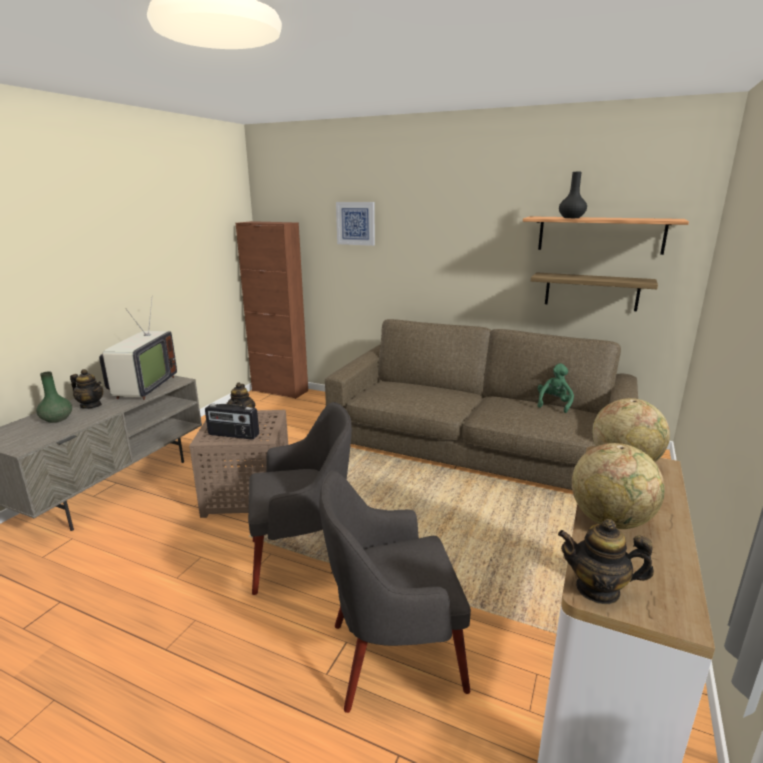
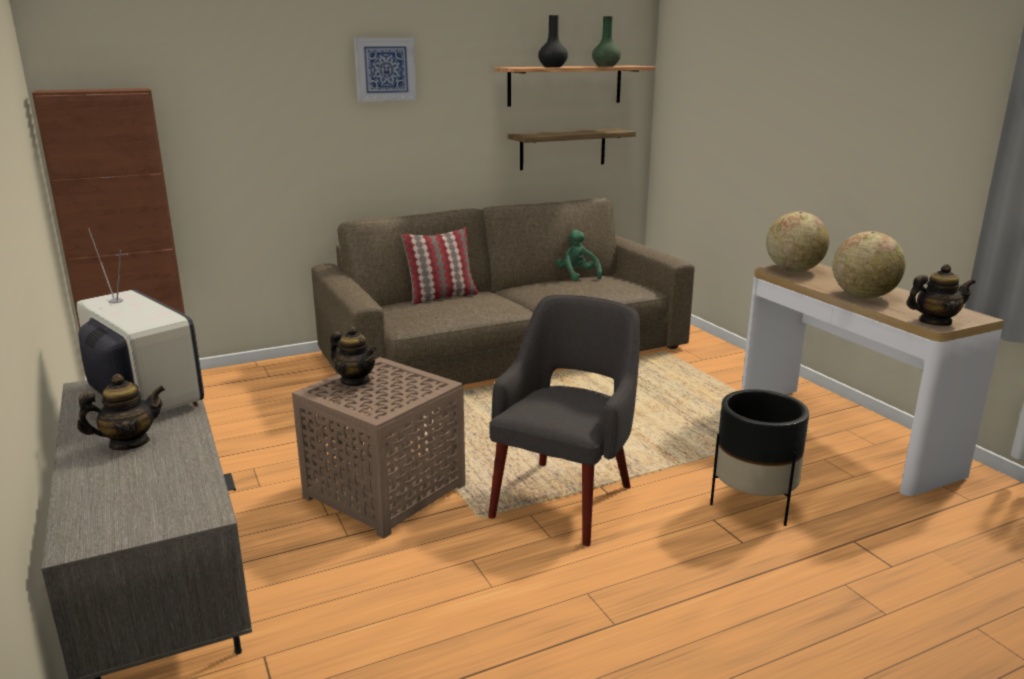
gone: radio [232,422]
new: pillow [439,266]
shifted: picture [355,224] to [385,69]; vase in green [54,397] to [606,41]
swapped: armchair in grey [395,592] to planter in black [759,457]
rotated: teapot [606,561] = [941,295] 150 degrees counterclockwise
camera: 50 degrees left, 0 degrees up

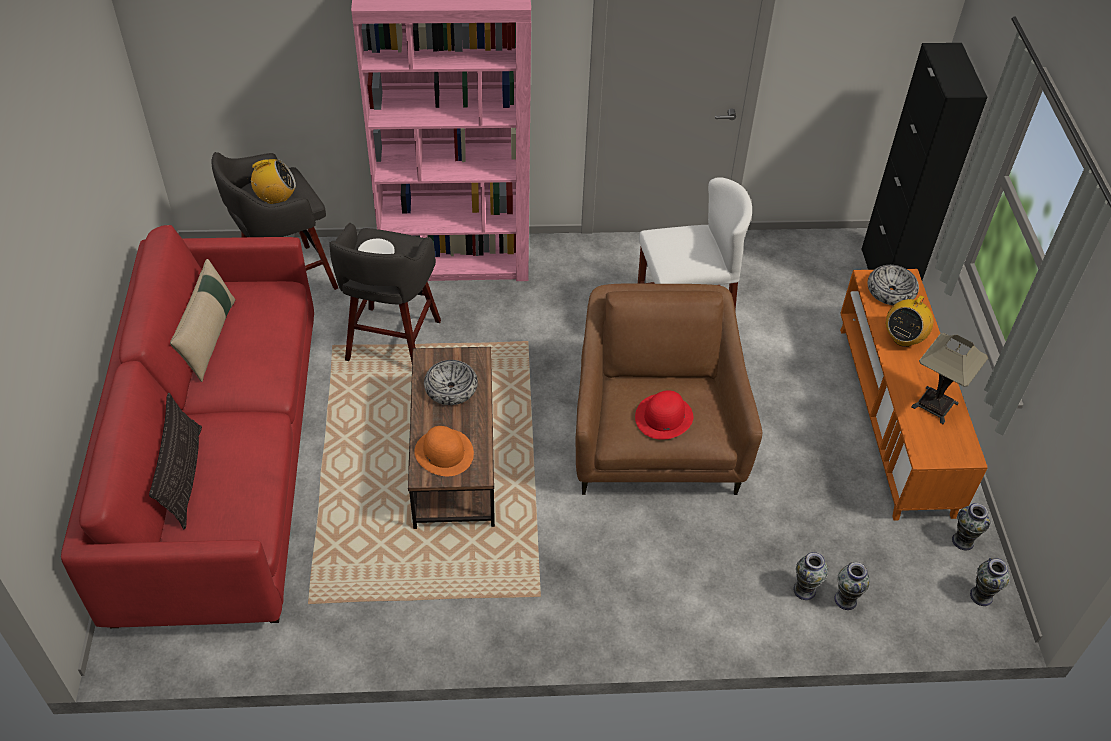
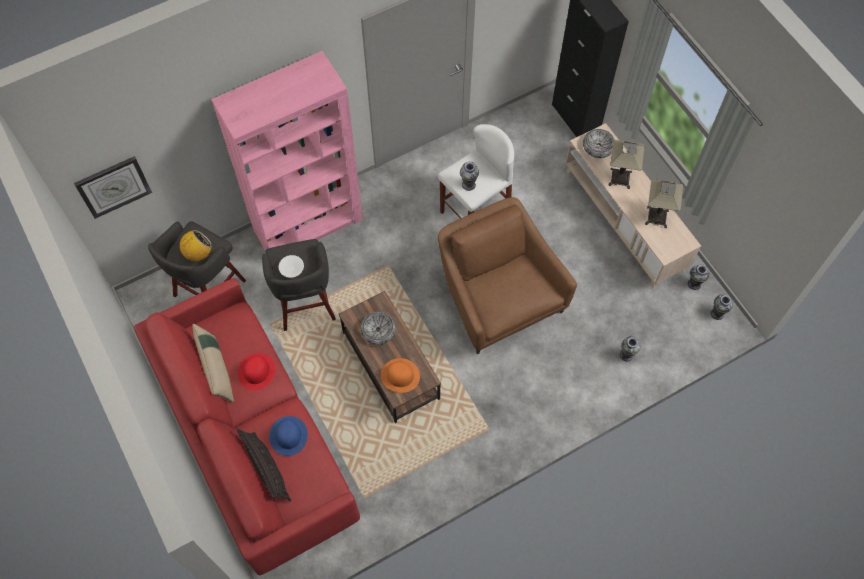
new: wall clock [113,187]; hat in blue [288,436]
shifted: hat in red [664,415] to [257,372]; vase [852,586] to [469,176]
swapped: radio [909,318] to table lamp [626,164]
repainted: tv stand in orange [914,395] to tv stand in beige [633,205]
camera: 25 degrees left, 15 degrees up

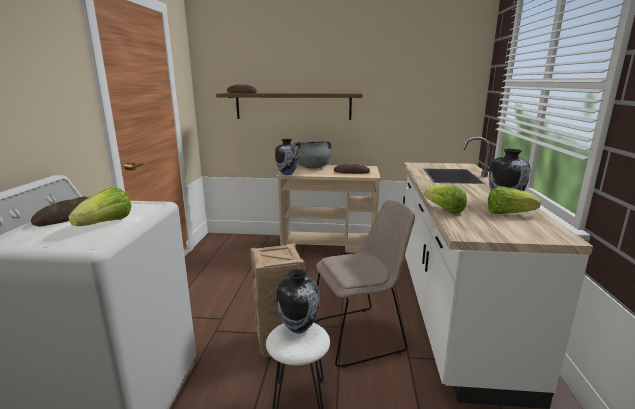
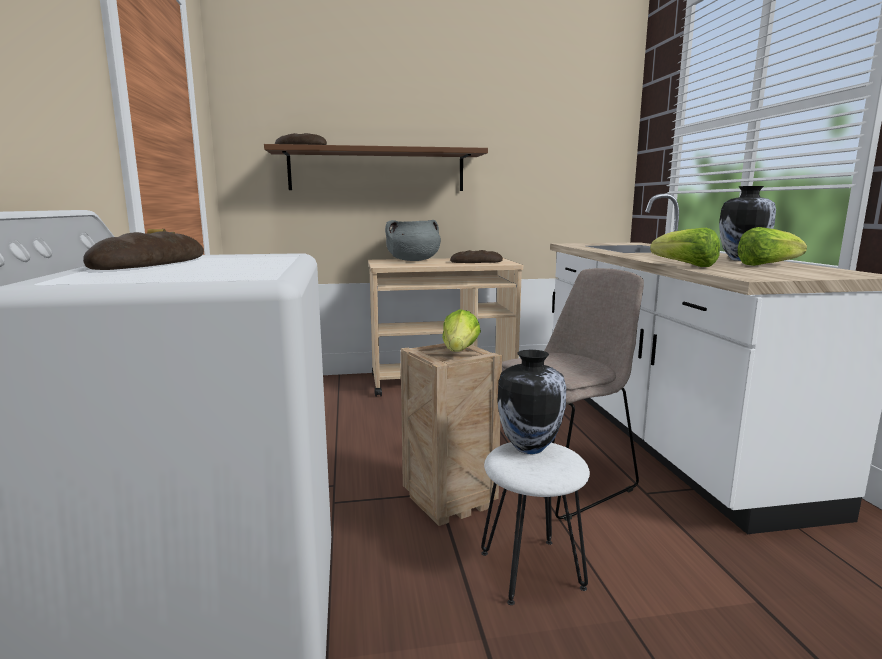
gone: vase [287,157]
shifted: lettuce [99,206] to [461,330]
camera: 15 degrees left, 5 degrees down

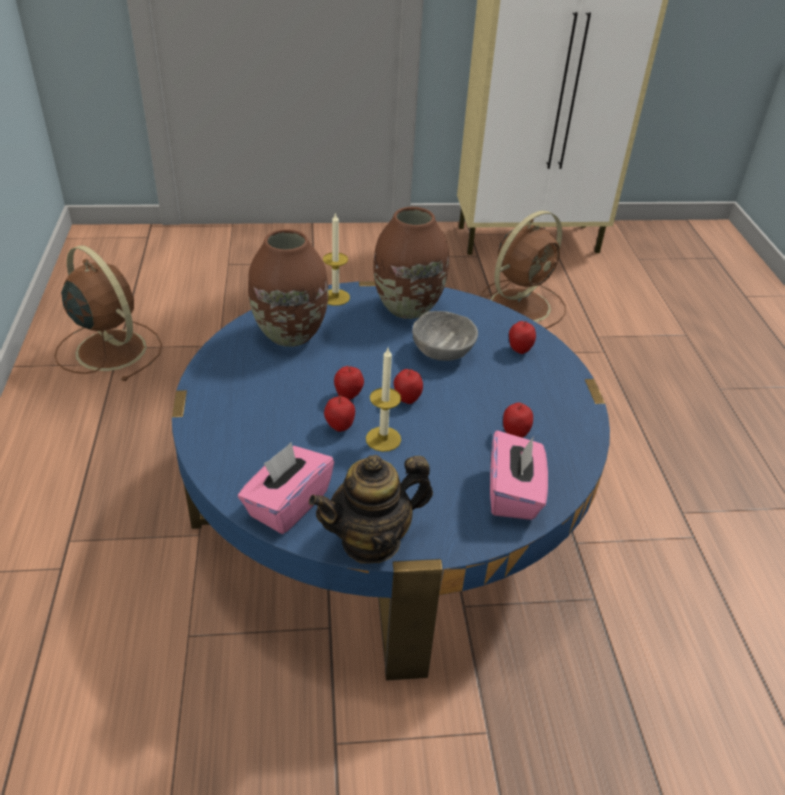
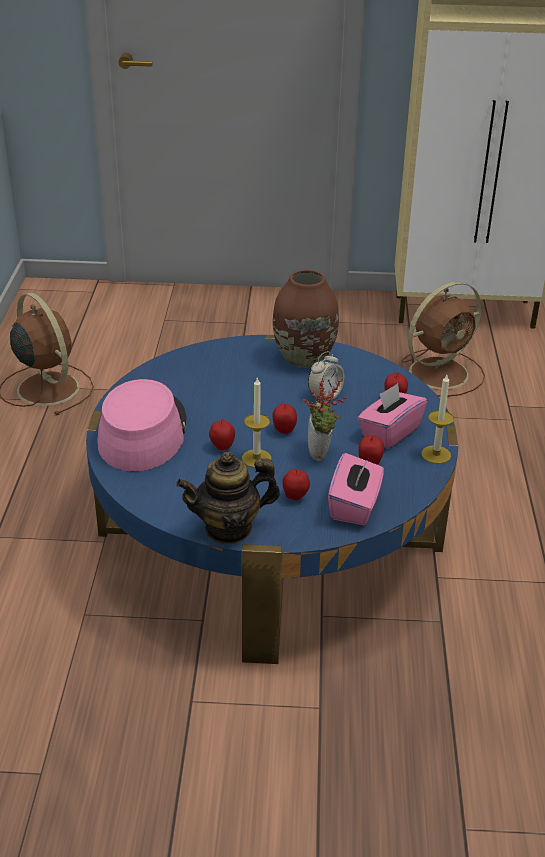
gone: vase in brown [288,288]
new: hat in pink [142,425]; potted plant [325,420]
shifted: apple [349,383] to [296,485]; tissue box in pink [286,488] to [392,416]; candle [336,259] to [437,419]
swapped: bowl in grey [445,336] to alarm clock [326,375]
camera: 10 degrees right, 5 degrees down

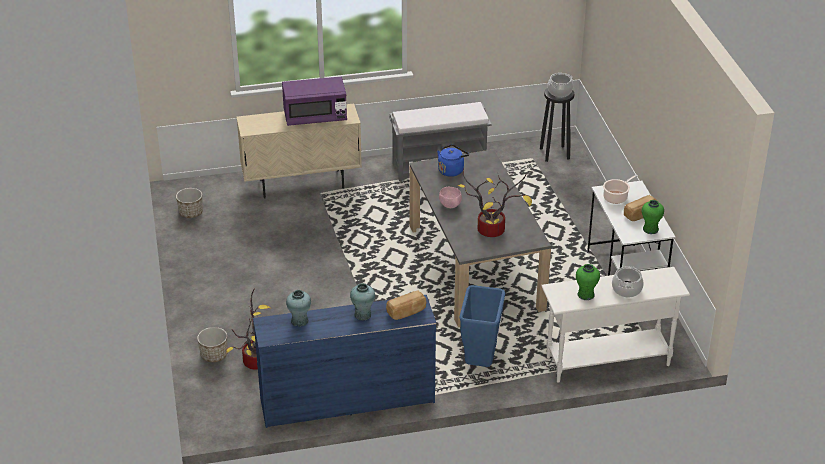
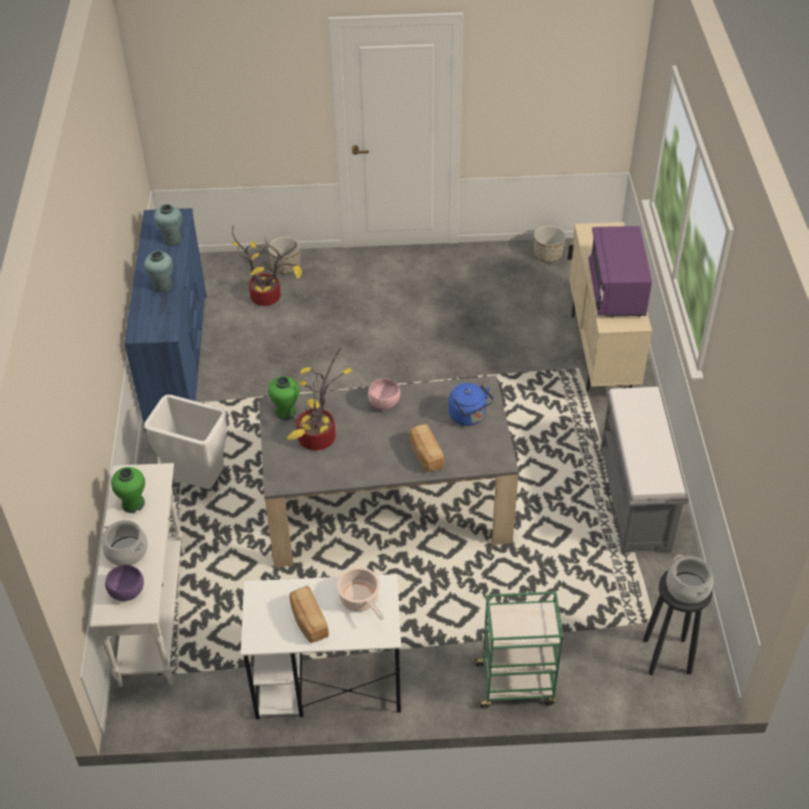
new: bowl in purple [124,583]; cart in green [517,650]
shifted: vase in green [653,217] to [283,398]; bread [406,305] to [426,447]
repainted: trash can in blue [482,326] to trash can in white [185,442]
camera: 100 degrees right, 10 degrees up

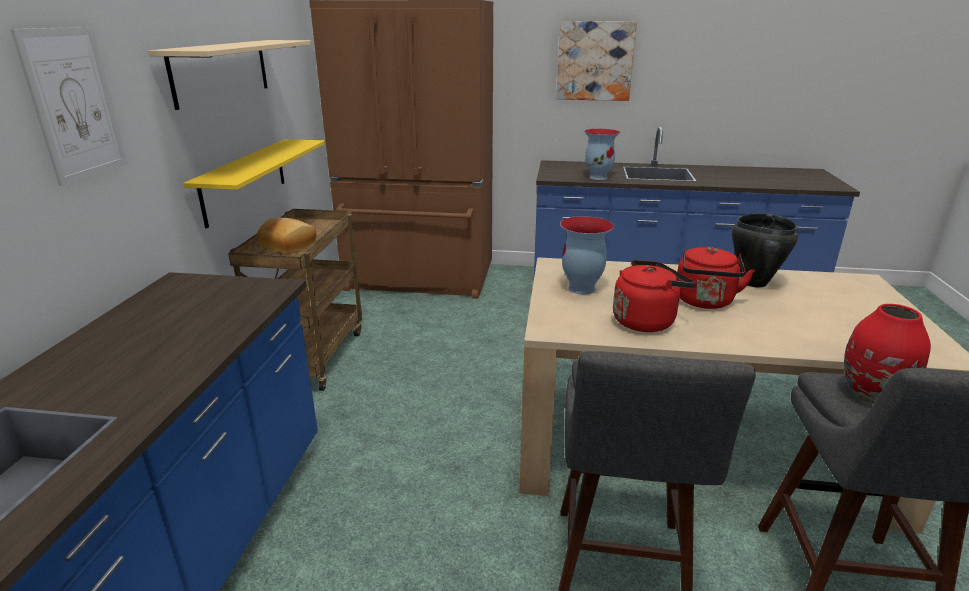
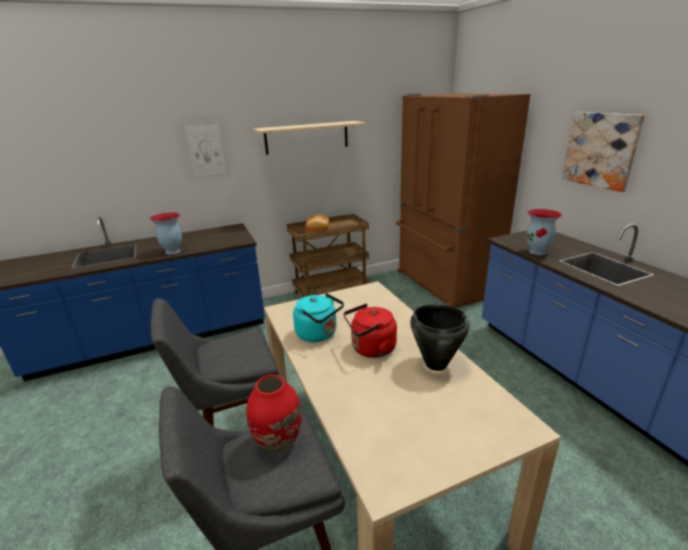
gone: shelf in yellow [254,183]
shifted: vase [587,255] to [165,233]
repainted: kettle in red [654,296] to kettle in turquoise [318,317]
camera: 60 degrees right, 0 degrees up

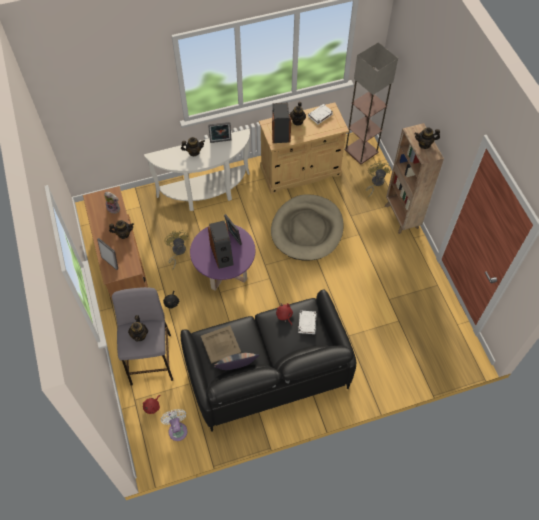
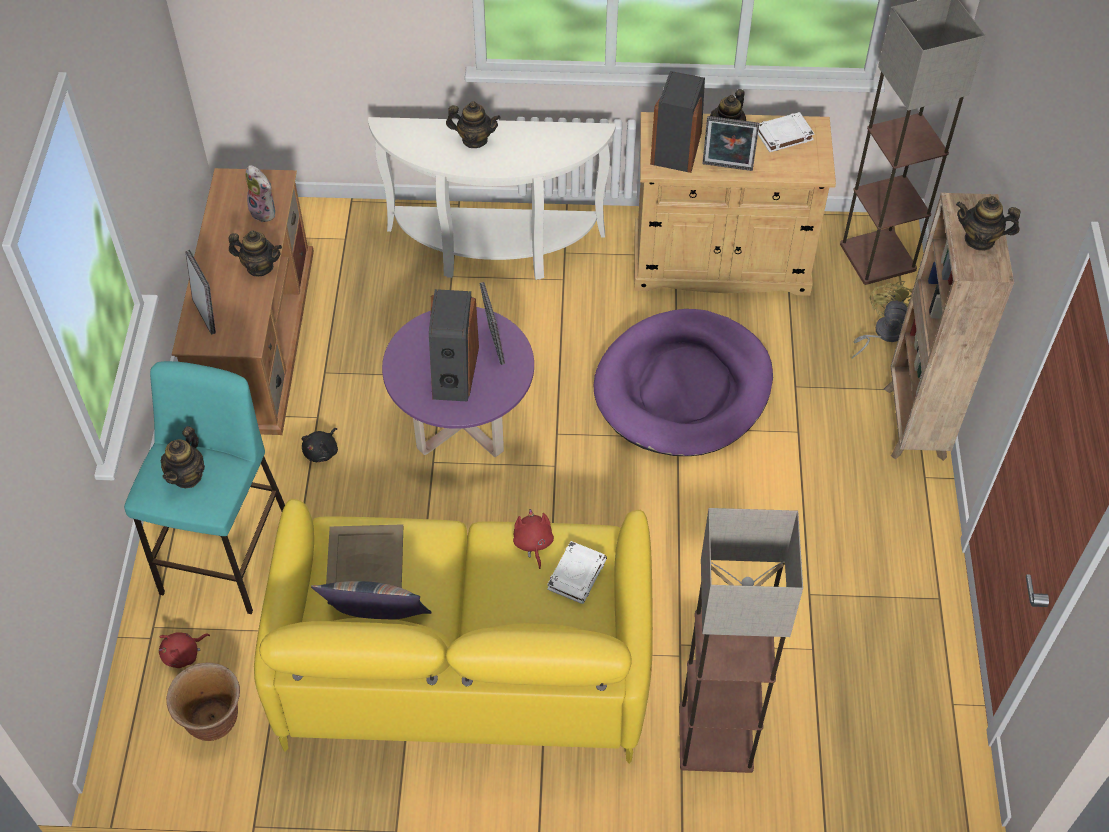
gone: fan in yellow [176,250]
new: floor lamp [741,640]
shifted: picture frame [219,132] to [730,143]
swapped: fan in white [174,425] to planter in brown [203,702]
repainted: stool in grey [142,336] to stool in turquoise [204,487]; sofa in black [268,360] to sofa in yellow [453,631]; dog bed in beige [307,227] to dog bed in purple [683,382]
camera: 20 degrees right, 5 degrees down

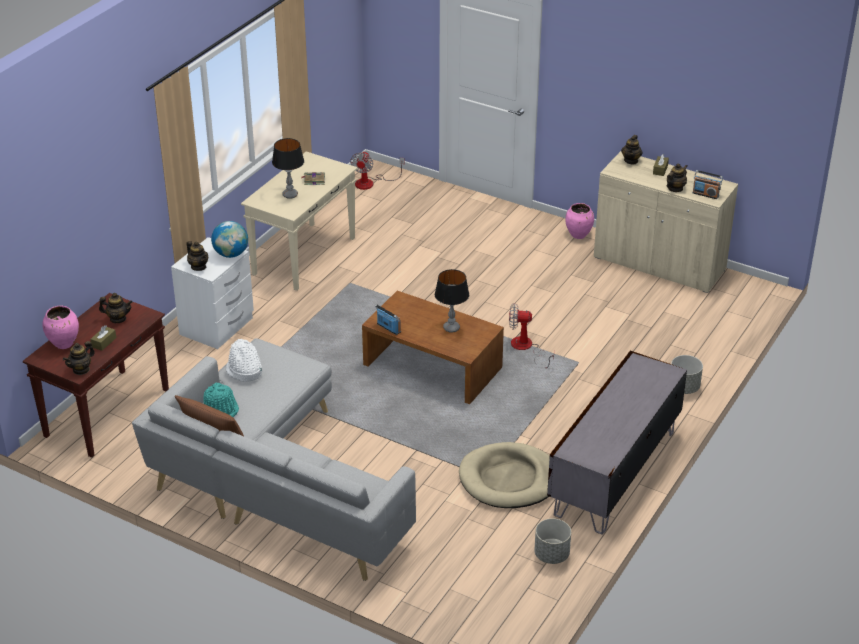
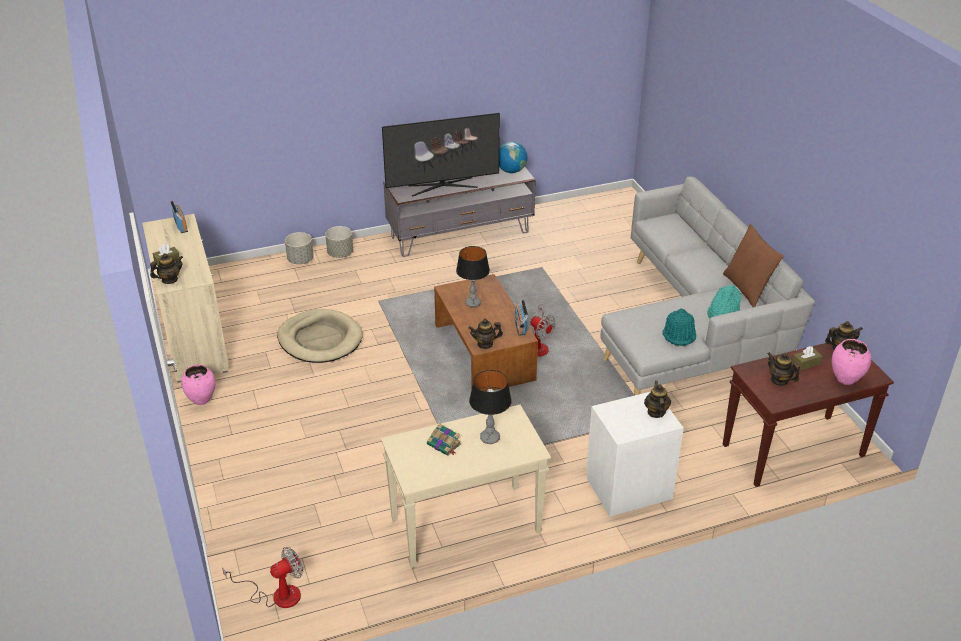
new: television [441,154]
shifted: dog bed in beige [504,475] to [320,336]; planter in grey [552,541] to [299,248]; teapot [677,177] to [485,334]; globe [229,239] to [513,157]; fan [531,335] to [543,330]
repainted: hat in white [244,360] to hat in turquoise [679,327]
camera: 140 degrees left, 0 degrees up

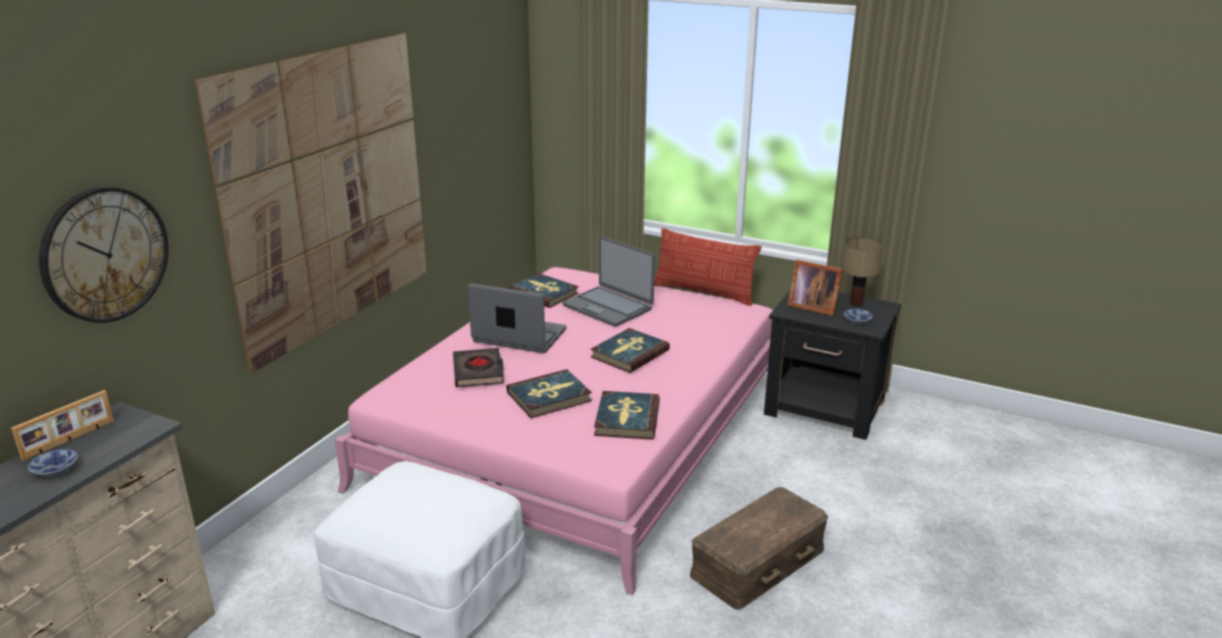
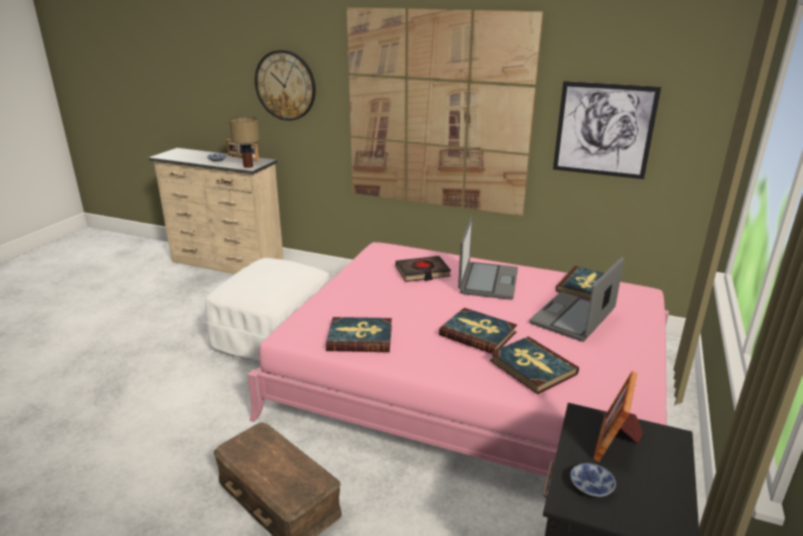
gone: pillow [708,267]
new: picture [607,130]
shifted: table lamp [863,271] to [244,142]; book [549,393] to [534,365]
camera: 85 degrees right, 0 degrees up

